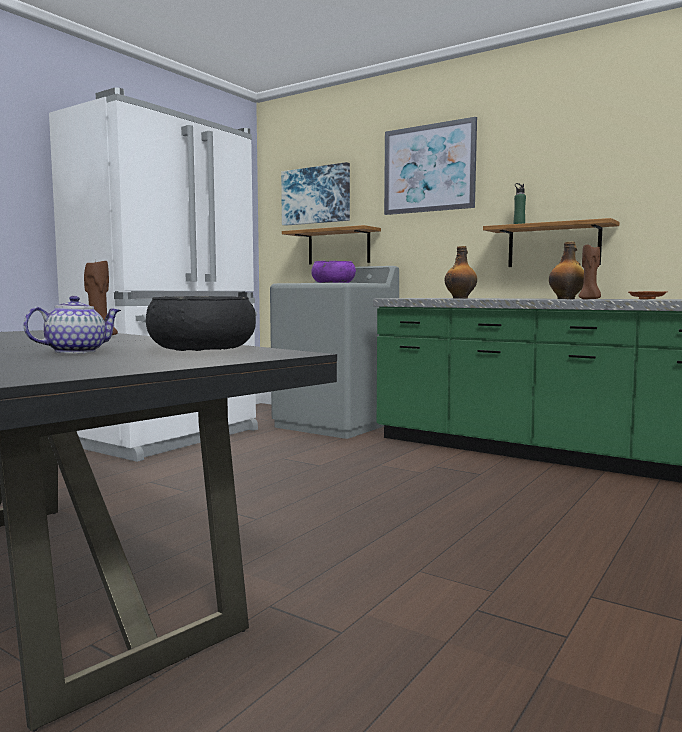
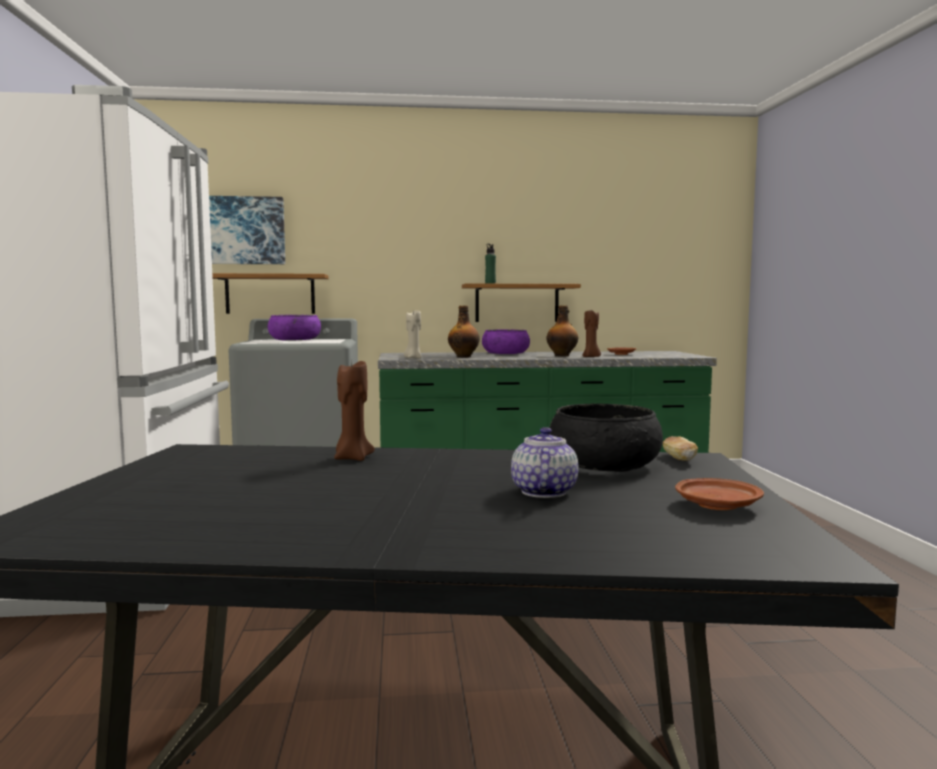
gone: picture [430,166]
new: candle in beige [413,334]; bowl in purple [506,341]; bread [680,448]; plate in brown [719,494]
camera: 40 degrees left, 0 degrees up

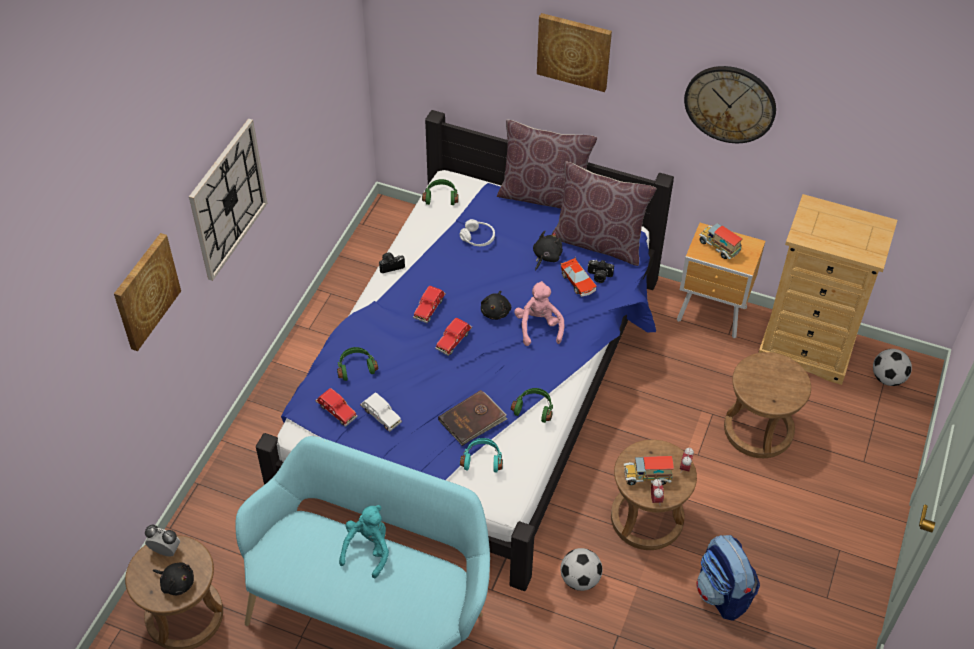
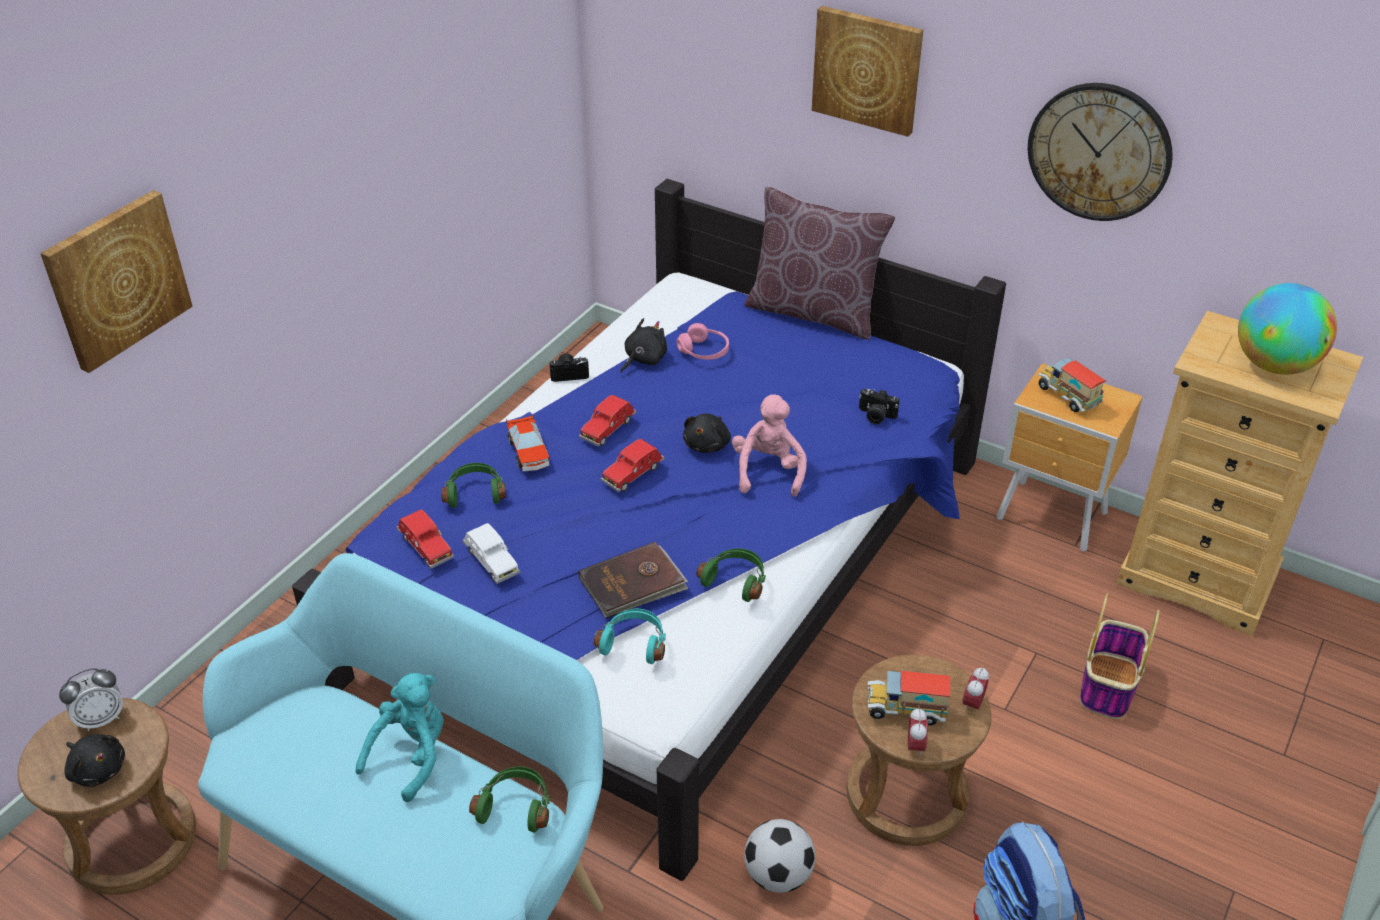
gone: wall clock [228,199]; pillow in brown [604,214]; football [892,367]
new: globe [1287,329]
shifted: headphones in green [440,192] to [509,799]; toy car [578,277] to [528,442]; plush toy in black [548,251] to [643,345]
swapped: stool in brown [767,405] to basket [1120,656]
repainted: headphones in white [477,232] to headphones in pink [703,341]
rotated: alarm clock [162,541] = [91,699] 120 degrees clockwise
camera: 10 degrees right, 10 degrees down

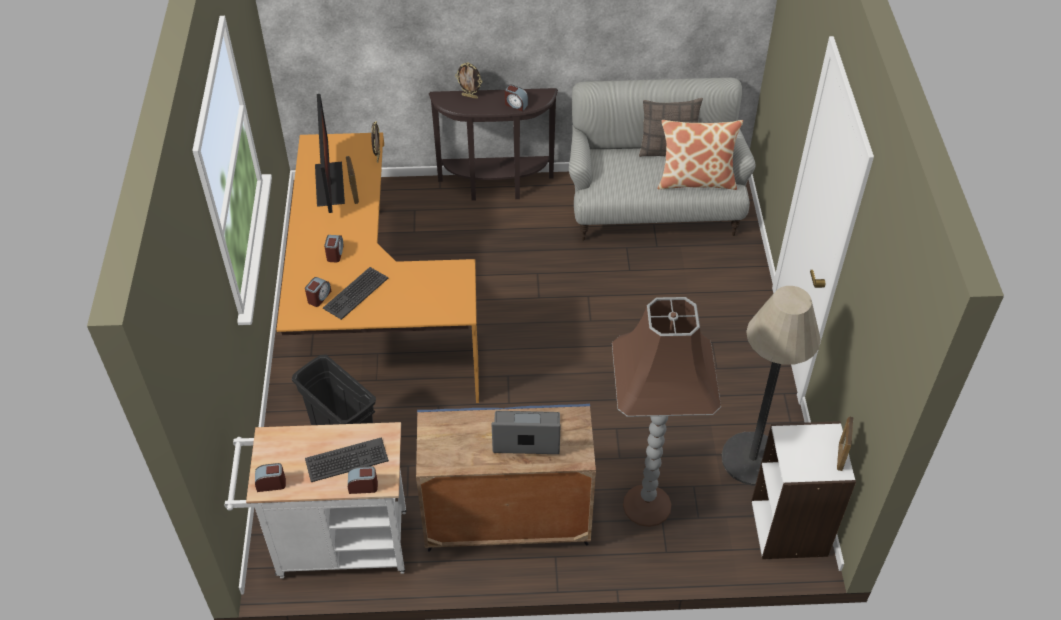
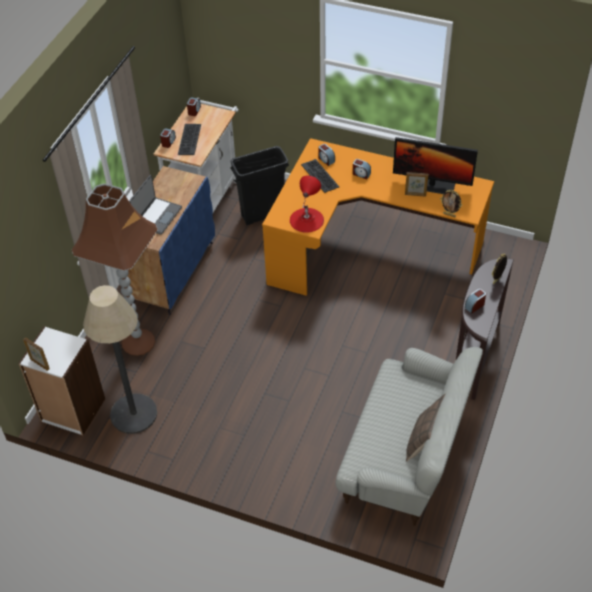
gone: pillow [700,155]
new: table lamp in red [307,204]
camera: 115 degrees right, 0 degrees up

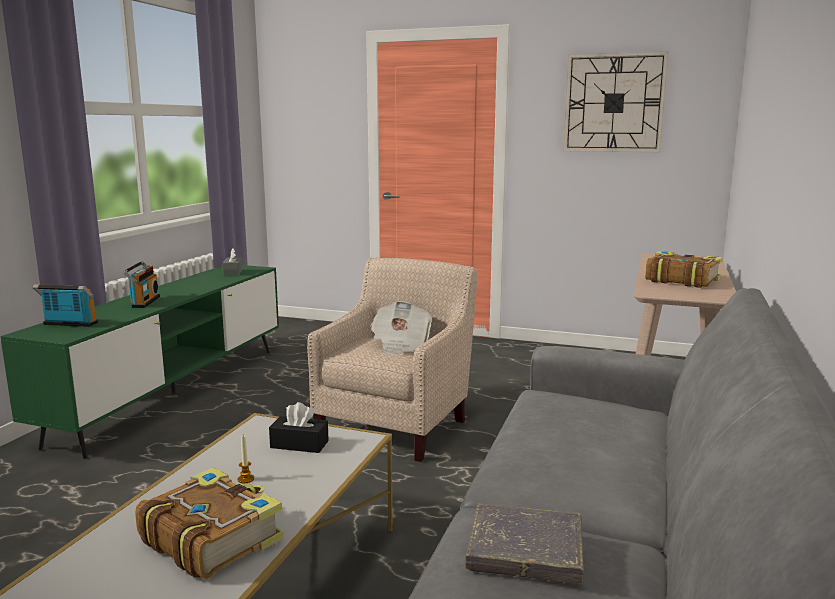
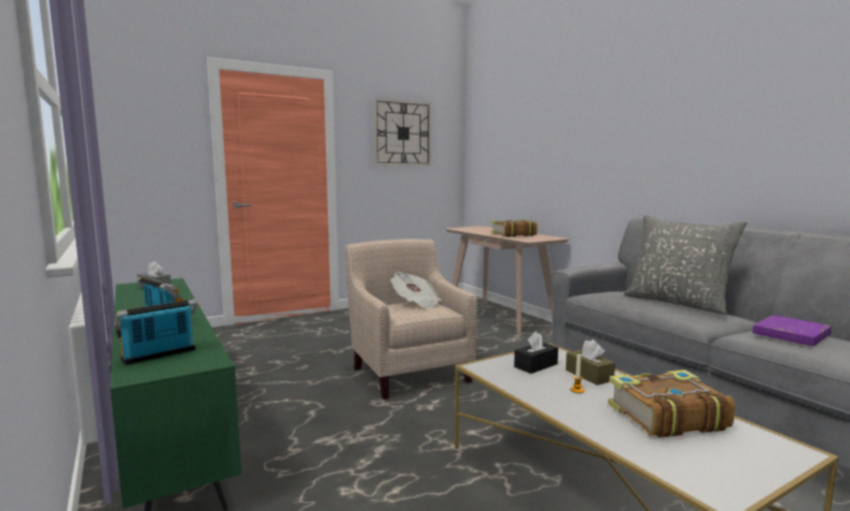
new: tissue box in brown [590,362]; pillow in grey [685,265]
repainted: book in grey [524,543] to book in purple [791,330]
camera: 50 degrees left, 5 degrees down

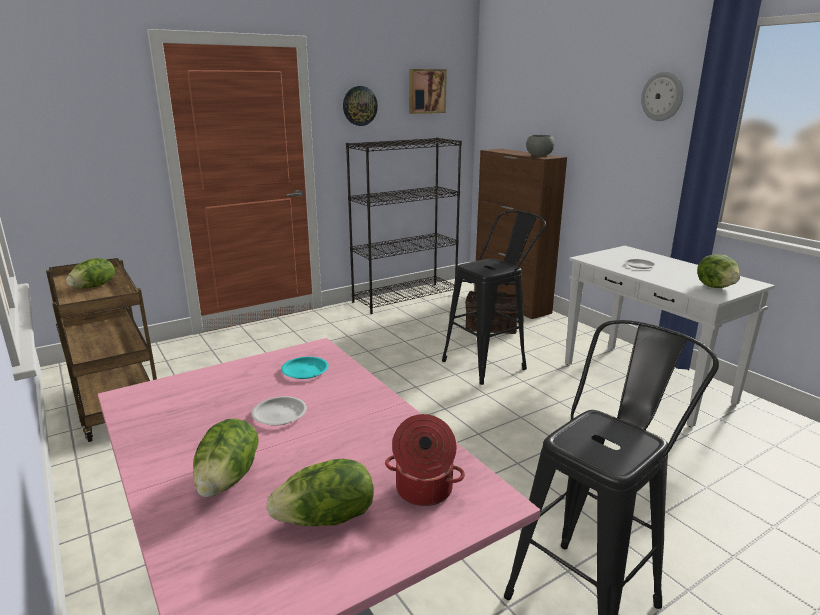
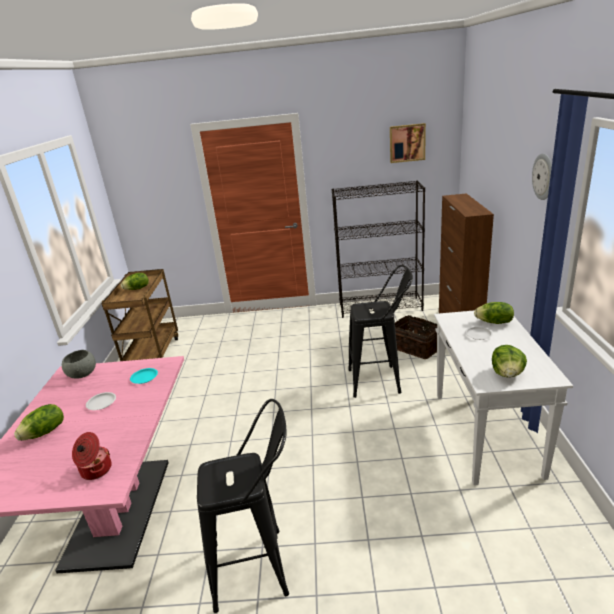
gone: wall clock [360,106]
shifted: bowl in grey [540,145] to [79,364]; lettuce [320,492] to [494,313]
camera: 35 degrees right, 5 degrees up

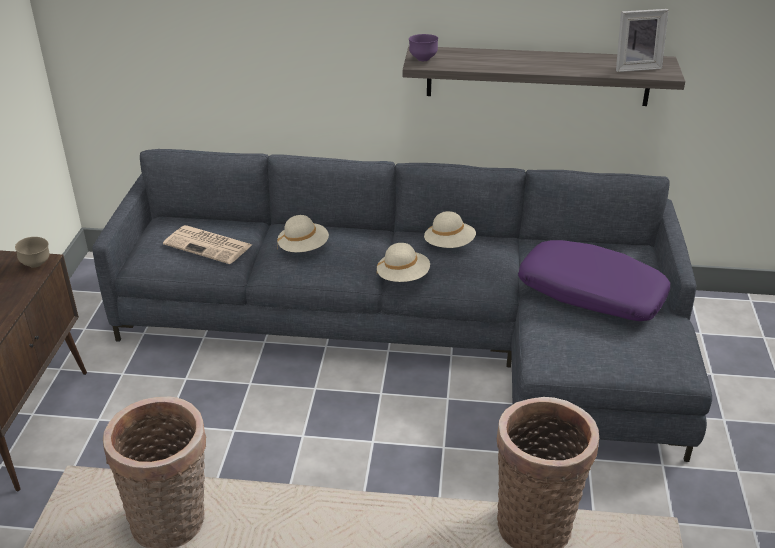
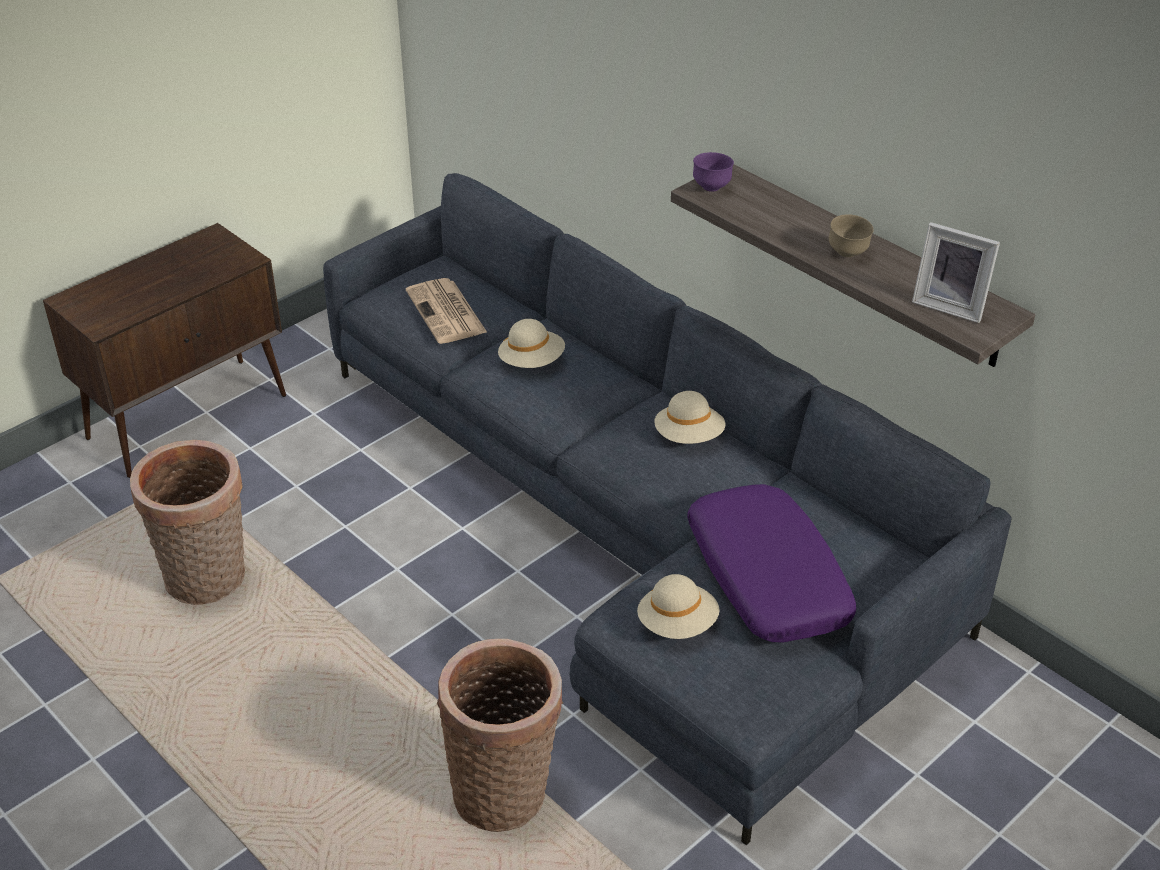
shifted: hat in beige [403,262] to [678,606]; bowl in brown [32,252] to [851,235]
camera: 40 degrees right, 5 degrees up

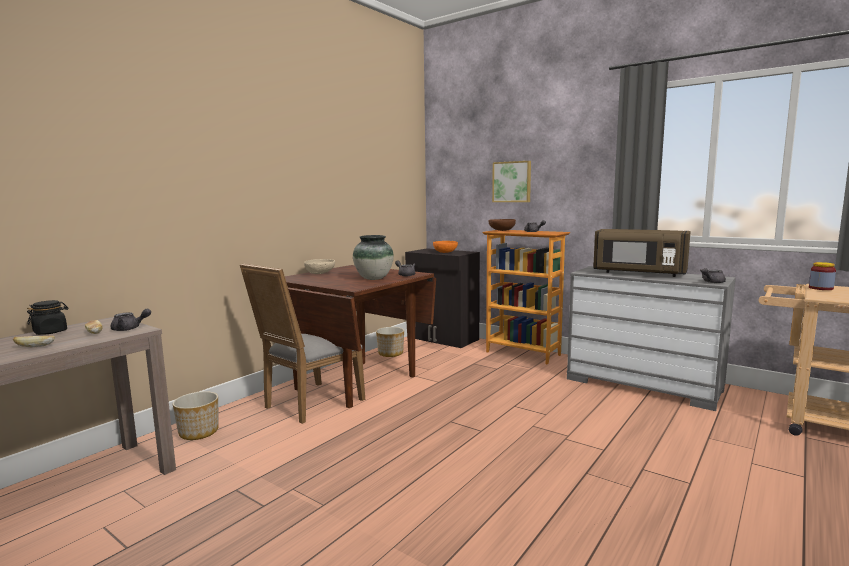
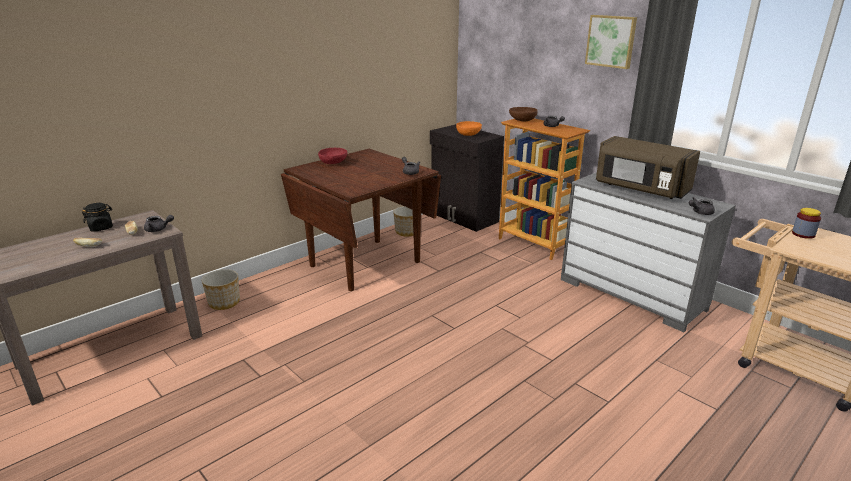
gone: chair in grey [302,344]; vase [373,257]
shifted: picture [511,181] to [611,42]
repainted: bowl in beige [319,266] to bowl in red [332,156]
camera: 10 degrees right, 15 degrees up

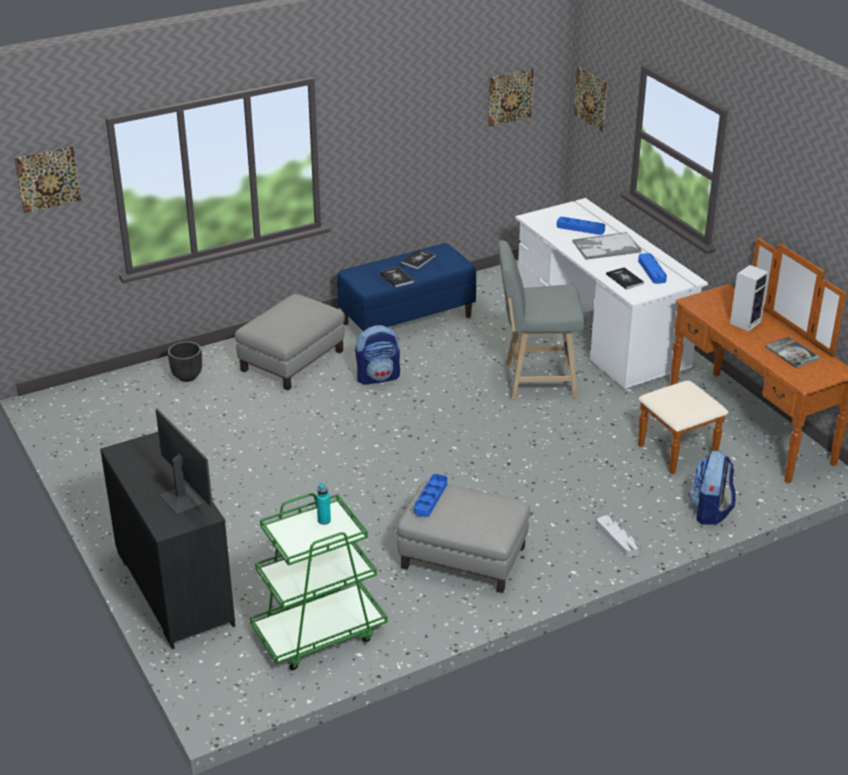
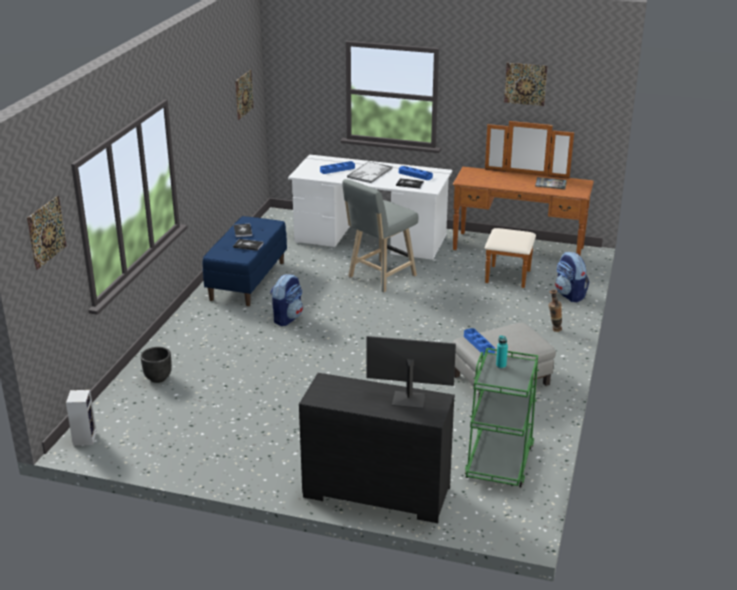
gone: ottoman in grey [290,342]
shifted: speaker [749,298] to [81,418]; picture [590,99] to [525,84]
swapped: tray in grey [618,536] to vase [555,311]
camera: 45 degrees left, 5 degrees down

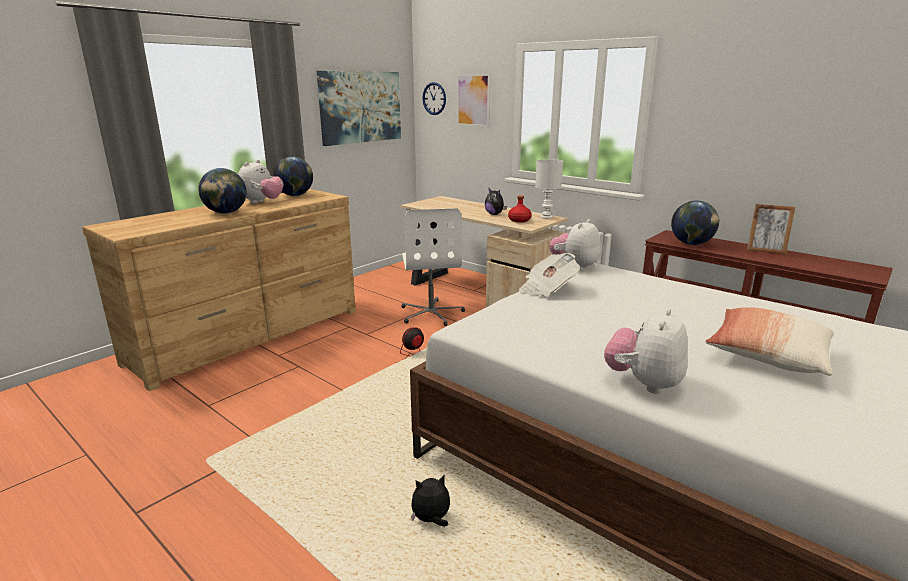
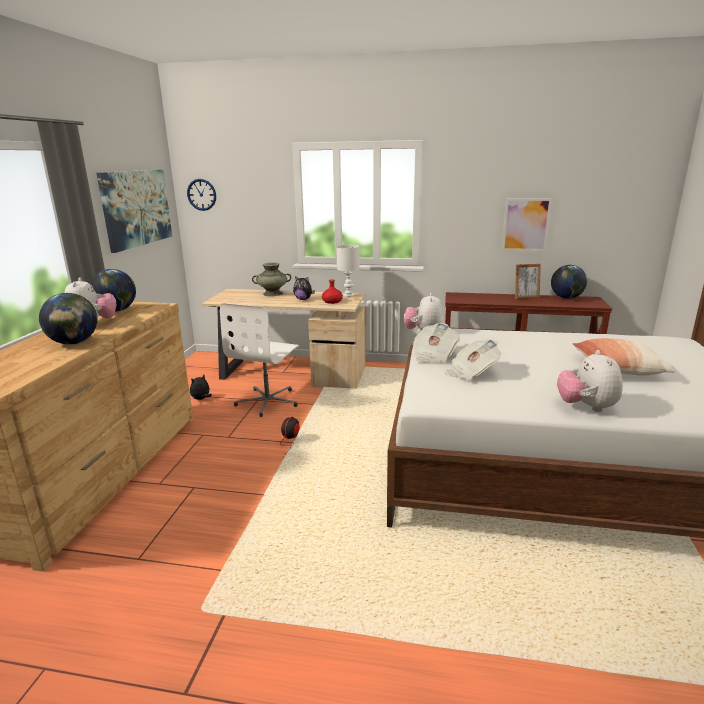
new: vase in turquoise [271,279]; newspaper [473,360]
shifted: plush toy [430,501] to [201,387]; picture [474,100] to [527,224]; globe [695,223] to [569,282]
rotated: office chair in white [433,267] = [259,360] 60 degrees clockwise
camera: 30 degrees left, 0 degrees up

